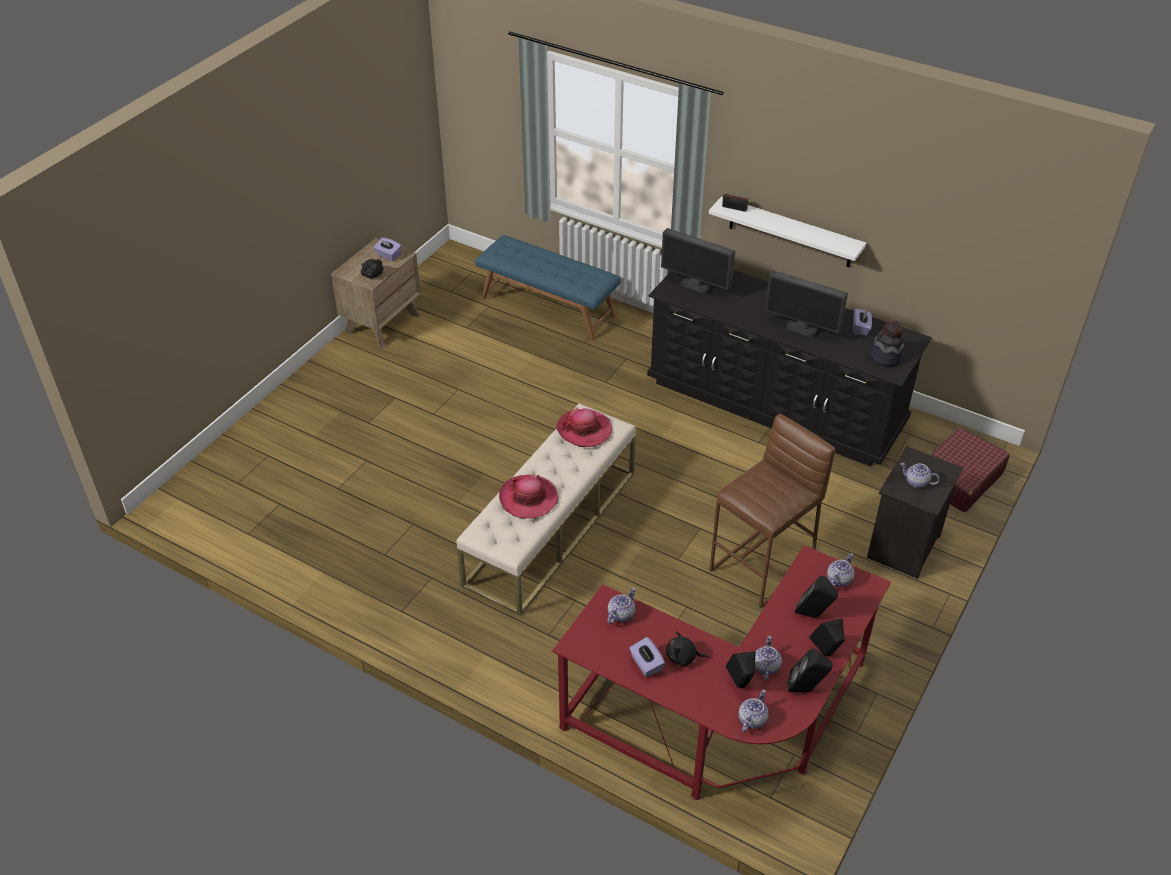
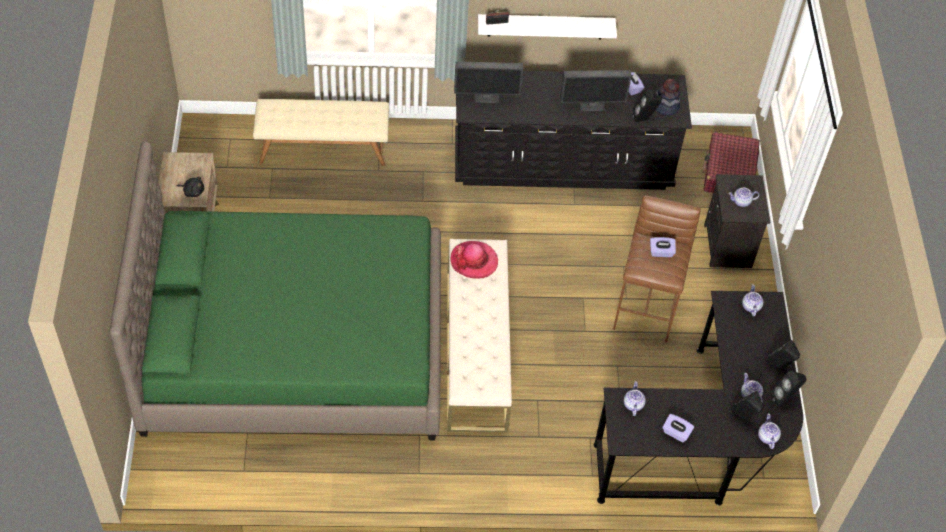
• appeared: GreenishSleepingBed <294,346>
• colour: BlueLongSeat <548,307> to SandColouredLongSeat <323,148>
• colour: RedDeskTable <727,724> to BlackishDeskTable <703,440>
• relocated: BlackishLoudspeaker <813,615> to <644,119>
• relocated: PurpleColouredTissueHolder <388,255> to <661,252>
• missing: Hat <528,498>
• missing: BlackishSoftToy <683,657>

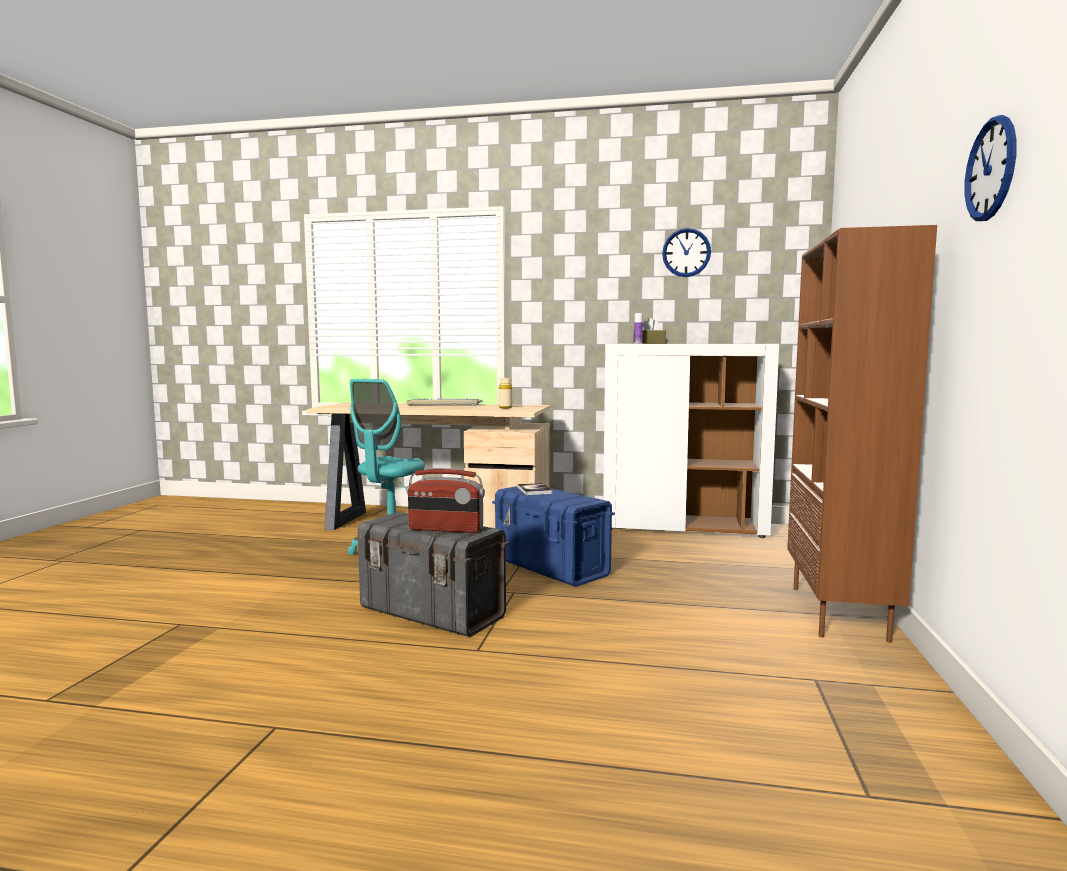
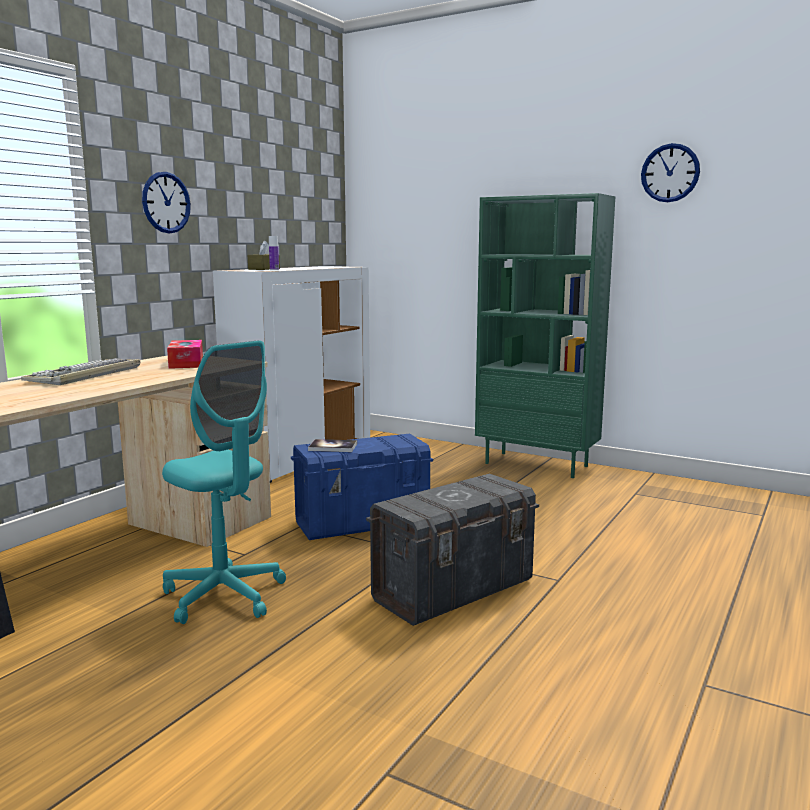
• relocated: WallClock <686,252> to <166,202>
• exchanged: SandColouredBottle <505,407> to TissueHolder <186,363>
• colour: BrownColouredBookshelf <840,613> to GreenishBookshelf <537,464>
• missing: Radio <445,529>

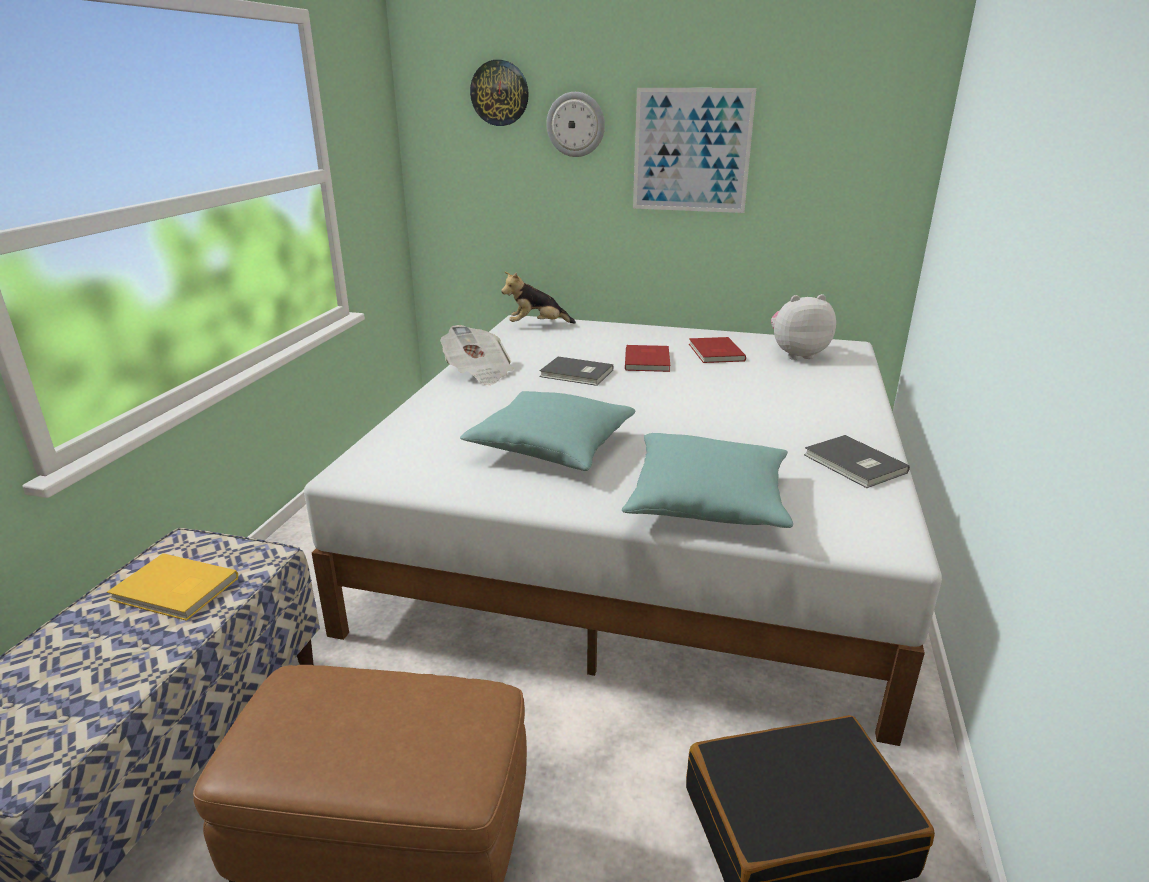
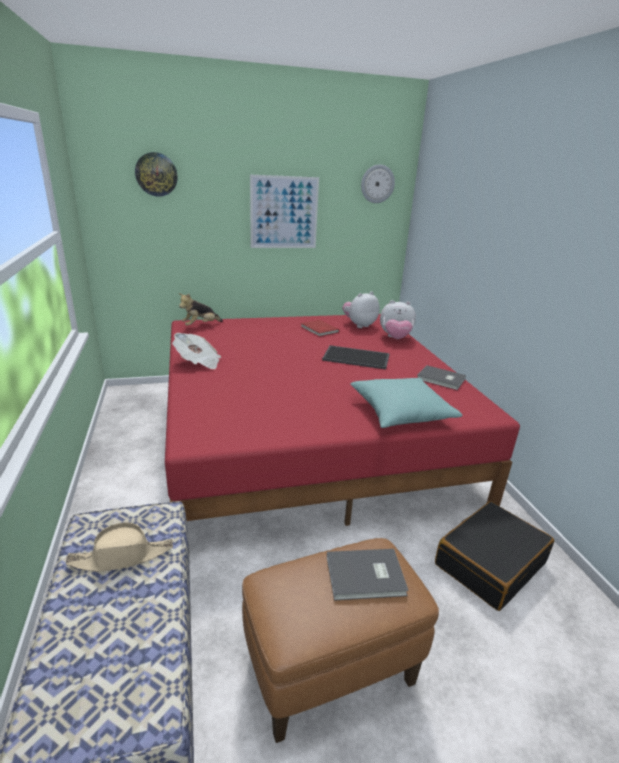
• exchanged: YellowishBook <174,591> to SandColouredHat <122,557>
• colour: WhiteSleepingBed <643,524> to RedSleepingBed <308,435>
• appeared: Tray <357,357>
• relocated: GrayBook <577,374> to <366,577>
• relocated: WallClock <576,124> to <377,184>
• appeared: SoftToy <395,338>
• missing: TurquoisePillow <551,447>
• missing: RedBook <649,360>

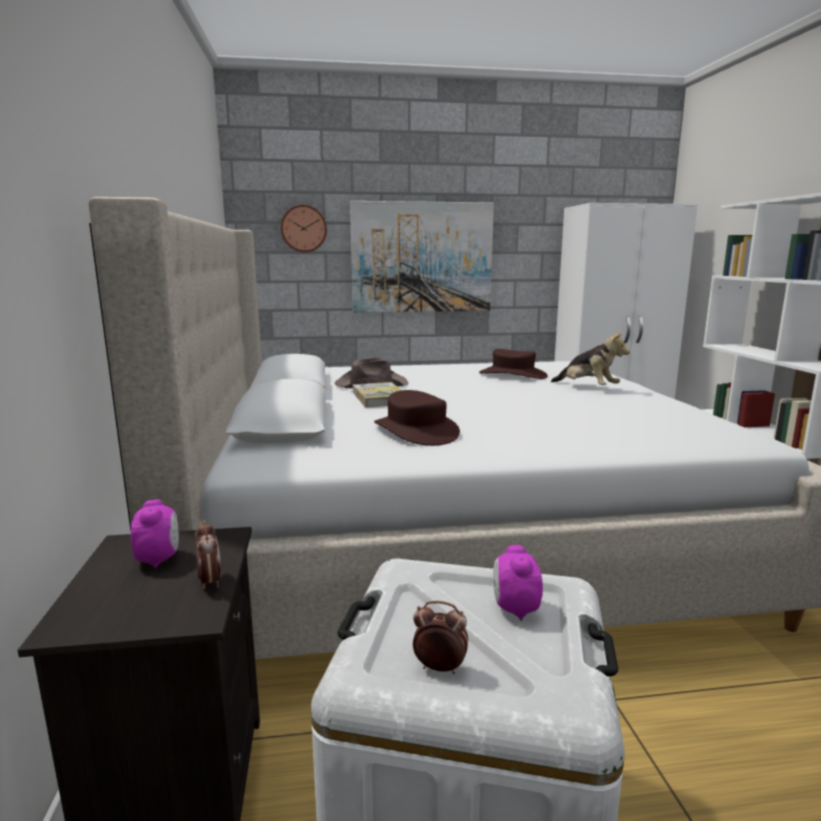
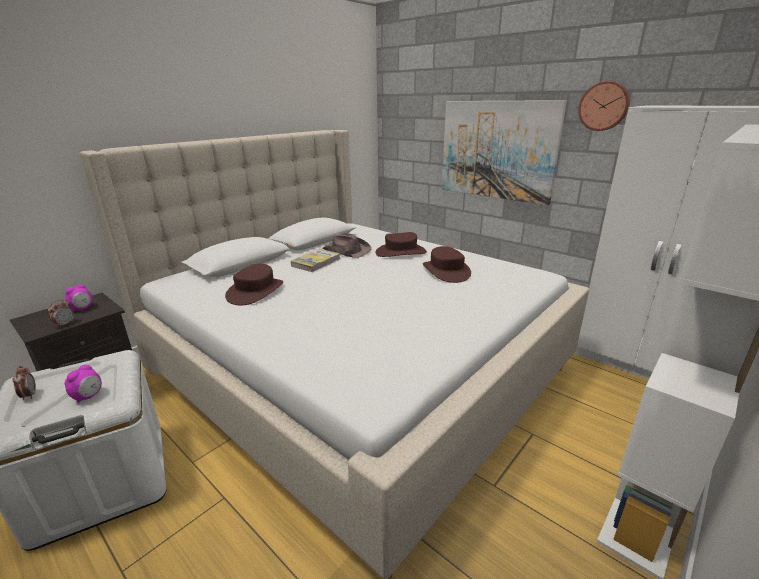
• spun: BedsideClock <515,609> = <88,396> 150 degrees clockwise
• appeared: BrownColouredHat <401,252>
• relocated: WallClock <304,228> to <604,106>
• missing: SoftToy <587,388>

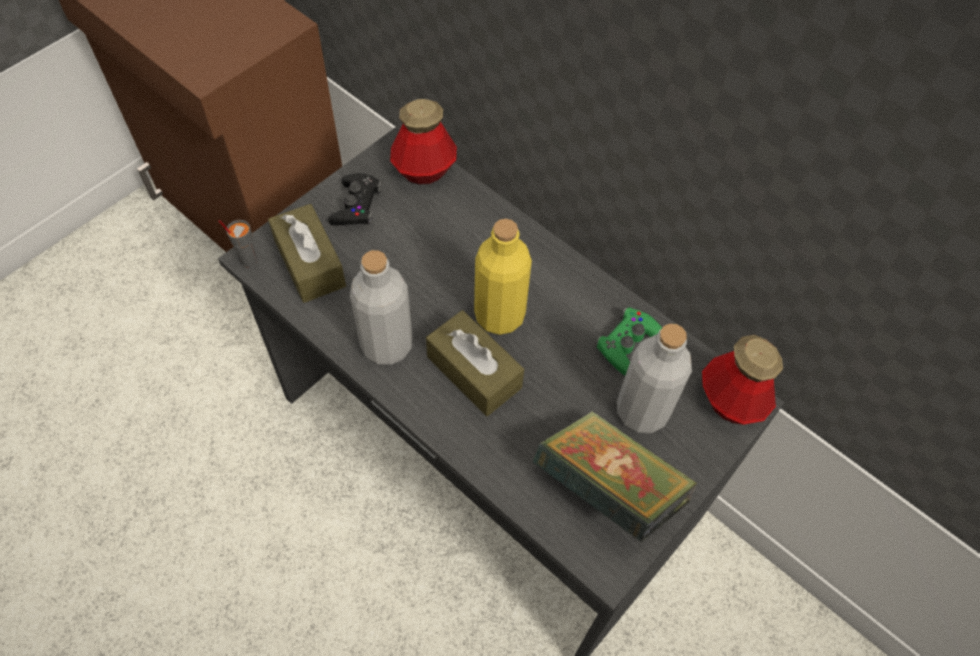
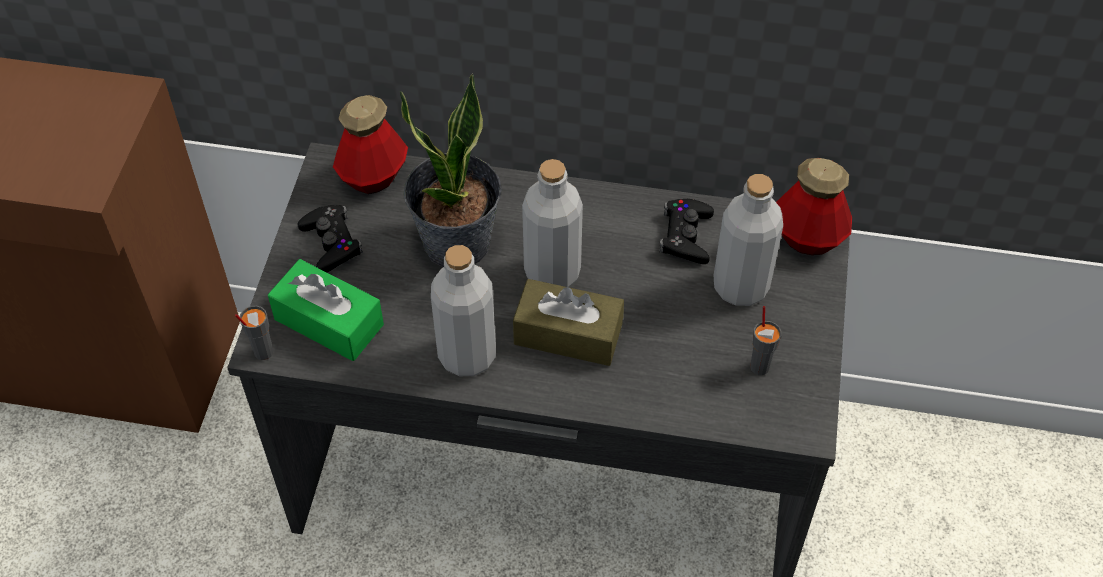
• colour: BrownColouredTissueHolder <310,263> to GreenishTissueHolder <329,322>
• appeared: PottedPlant <457,244>
• colour: YellowishBottle <499,315> to GrayBottle <552,272>
• colour: GreenishGamepad <627,344> to BlackishGamepad <686,236>
• exchanged: Book <608,489> to GraySmallCup <760,366>

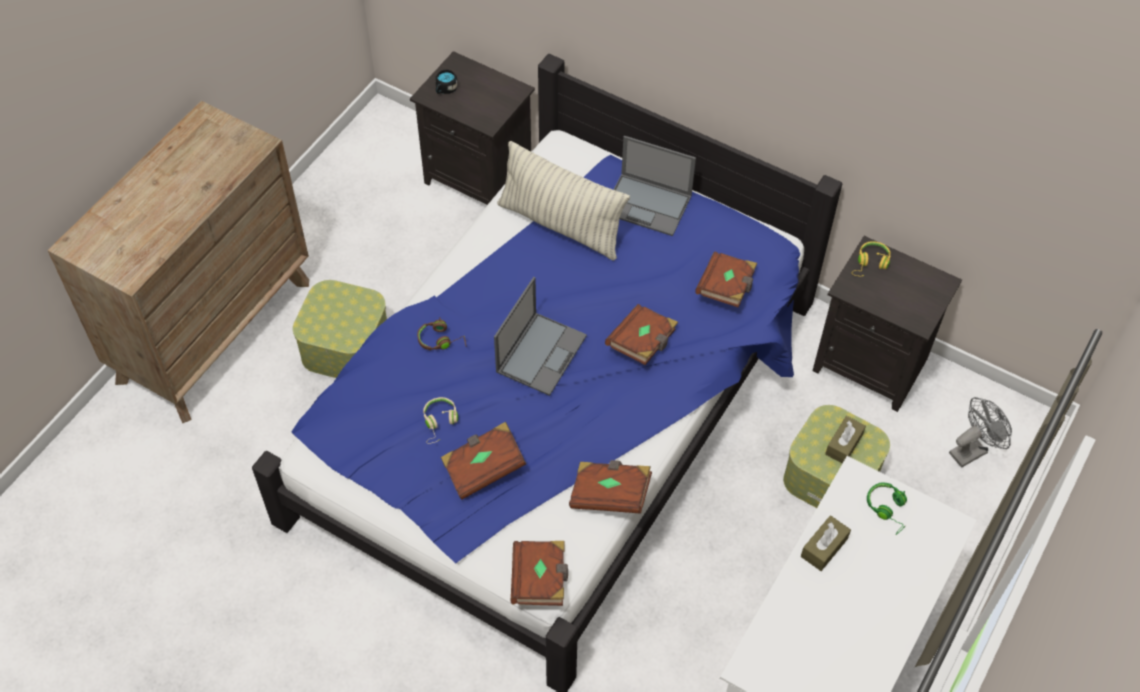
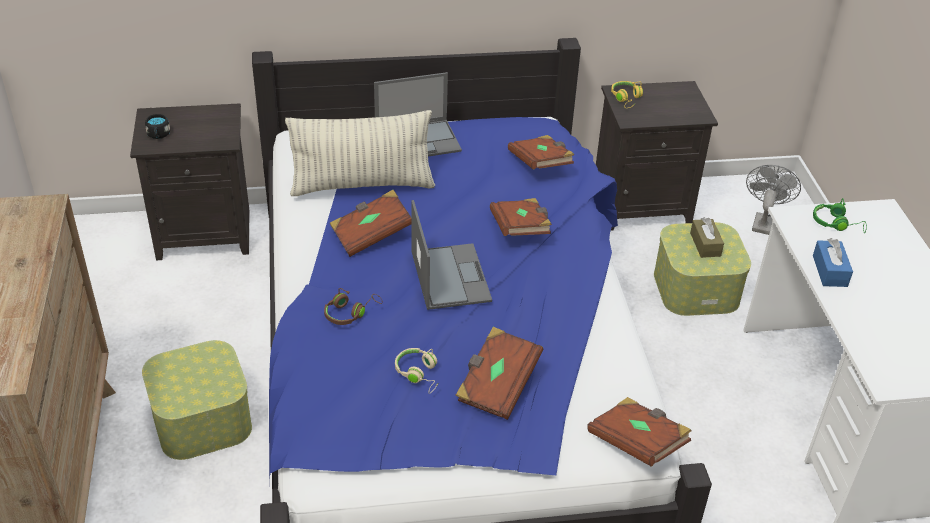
• relocated: BrownColouredBook <610,494> to <371,235>
• colour: BrownColouredTissueHolder <824,547> to BlueTissueHolder <829,271>

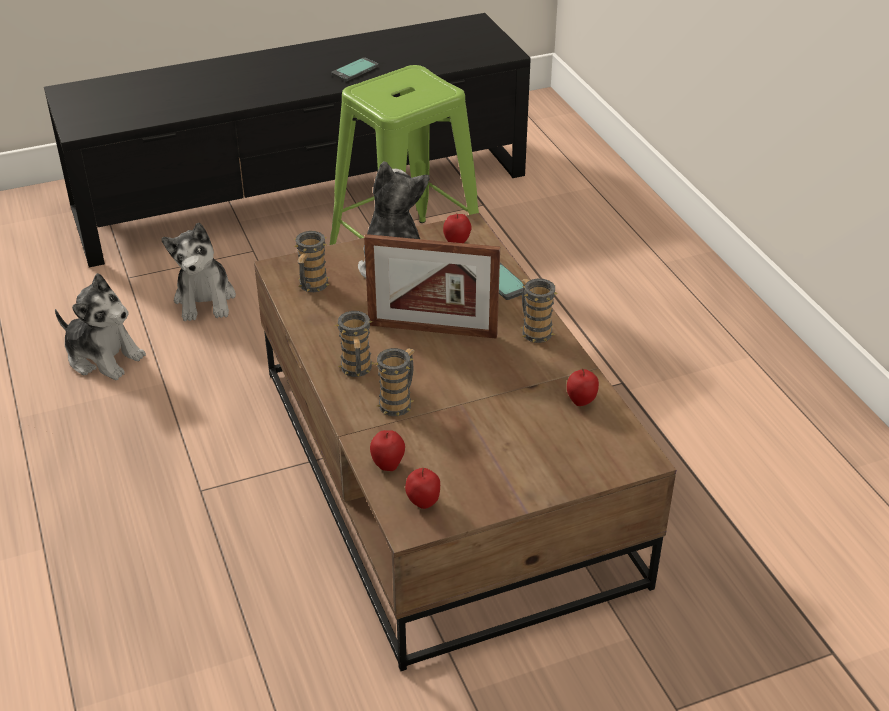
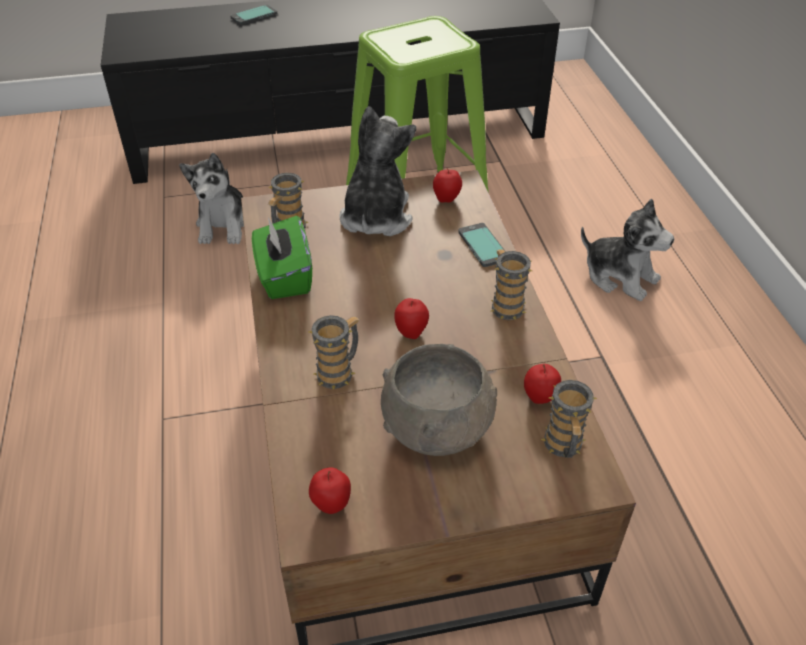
• relocated: Phone <355,71> to <254,16>
• appeared: GreenishTissueHolder <284,276>
• appeared: GrayBowl <438,426>
• relocated: AppleFruit <388,465> to <411,332>
• relocated: Mug <357,370> to <563,448>
• relocated: SoftToy <103,357> to <620,276>
• missing: PhotoFrame <432,330>

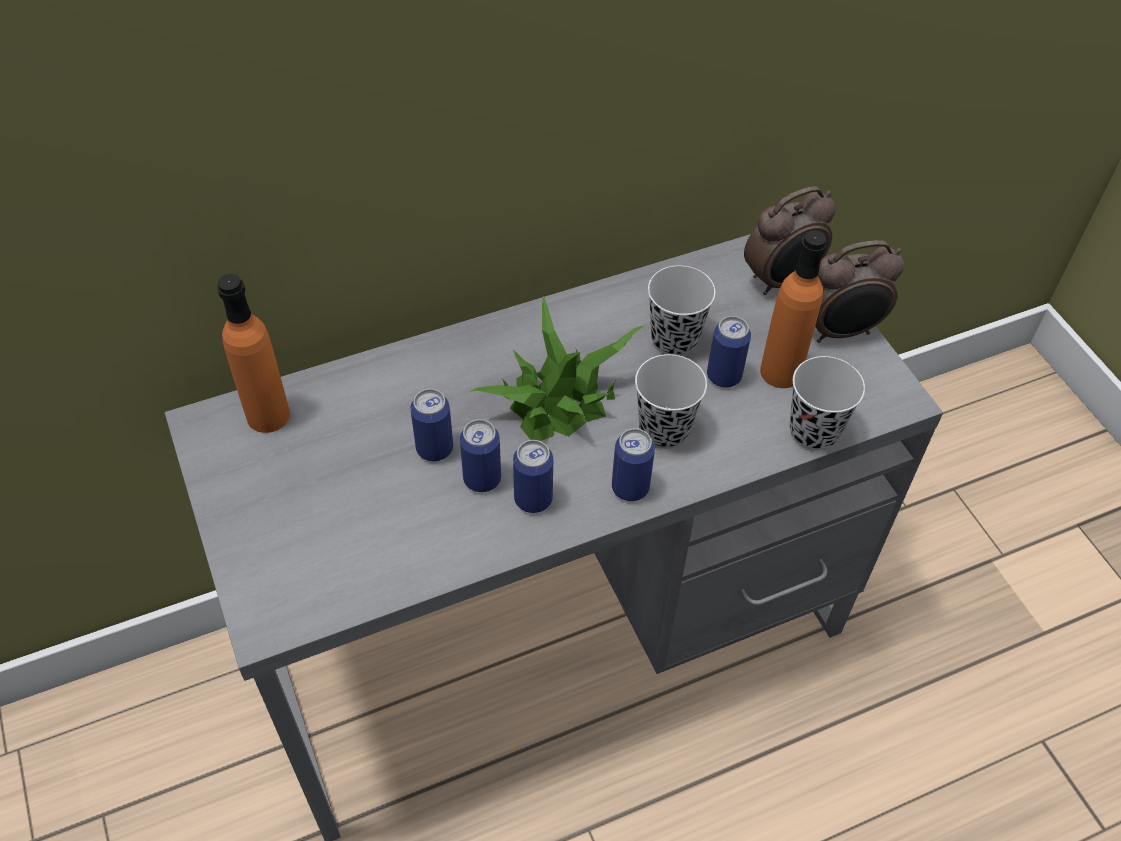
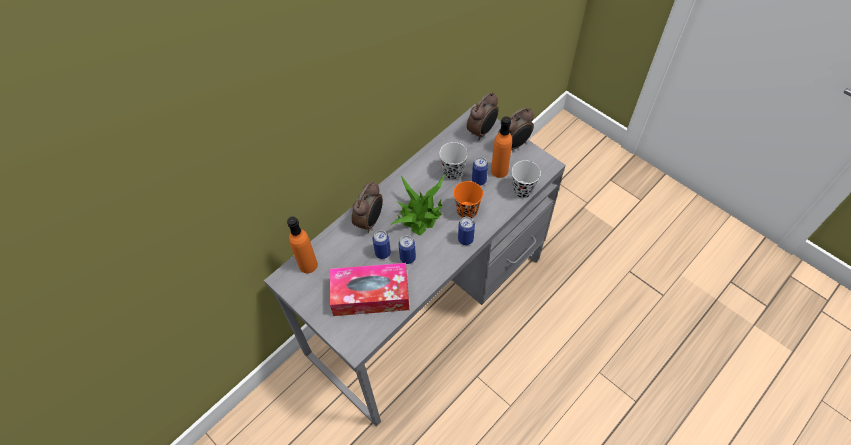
• appeared: TissueHolder <371,295>
• appeared: BedsideClock <370,221>
• colour: BlackishSmallCup <664,429> to OrangeColouredSmallCup <467,211>
• missing: SealedCan <533,499>

